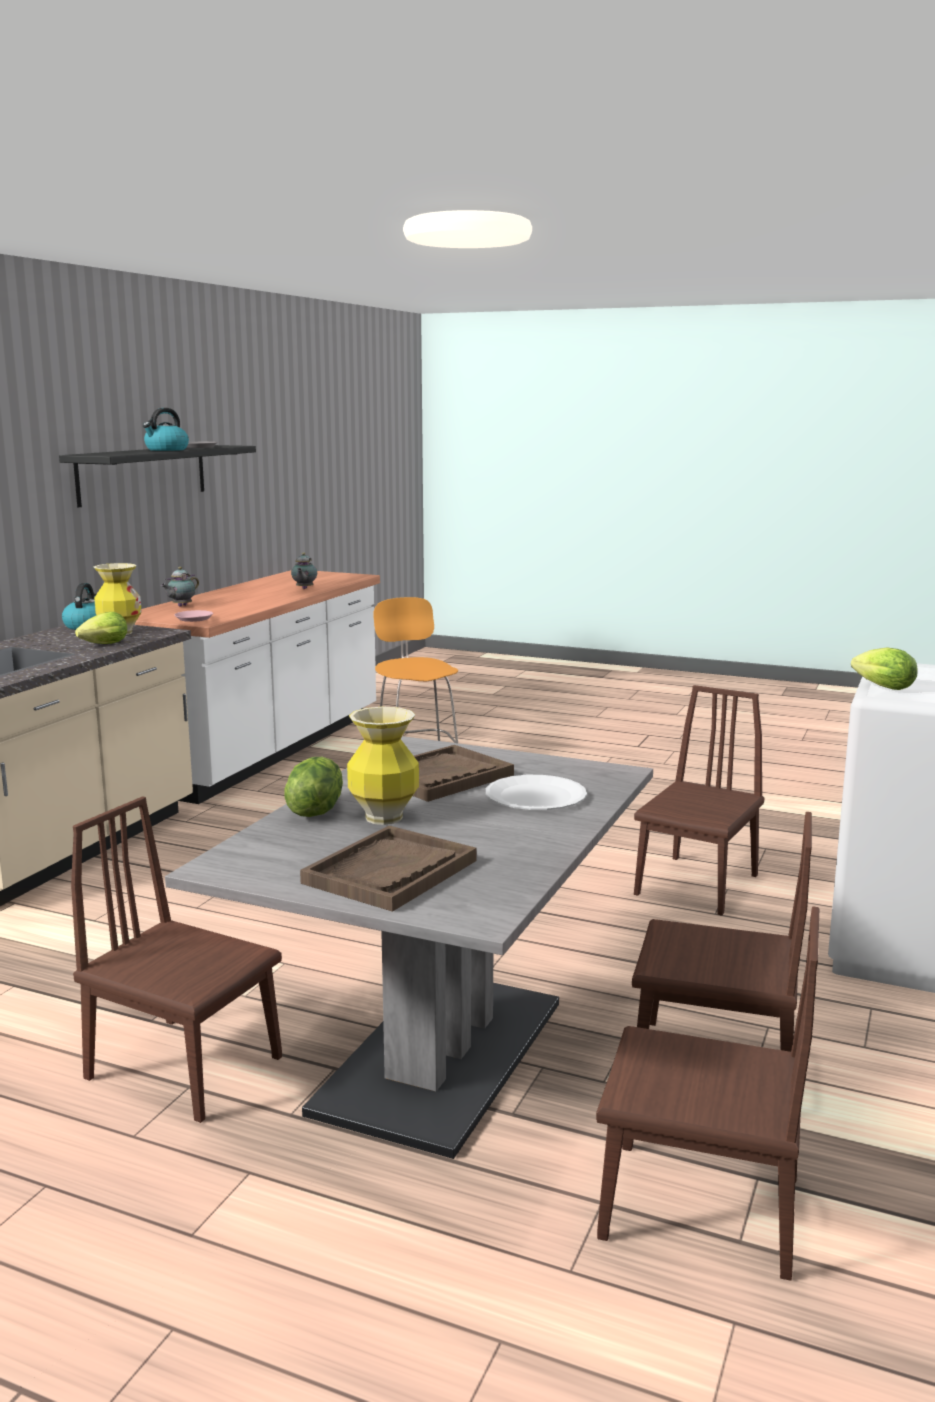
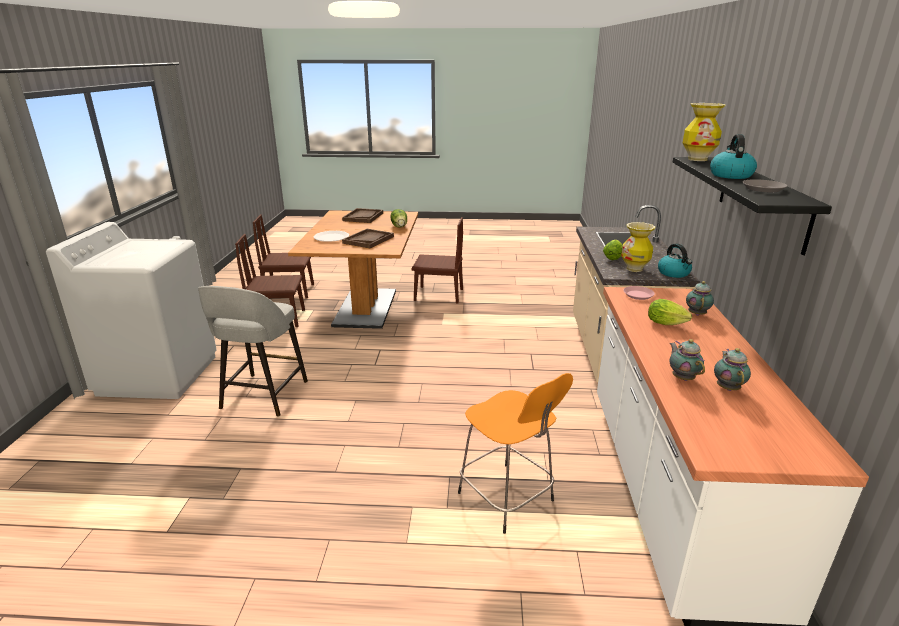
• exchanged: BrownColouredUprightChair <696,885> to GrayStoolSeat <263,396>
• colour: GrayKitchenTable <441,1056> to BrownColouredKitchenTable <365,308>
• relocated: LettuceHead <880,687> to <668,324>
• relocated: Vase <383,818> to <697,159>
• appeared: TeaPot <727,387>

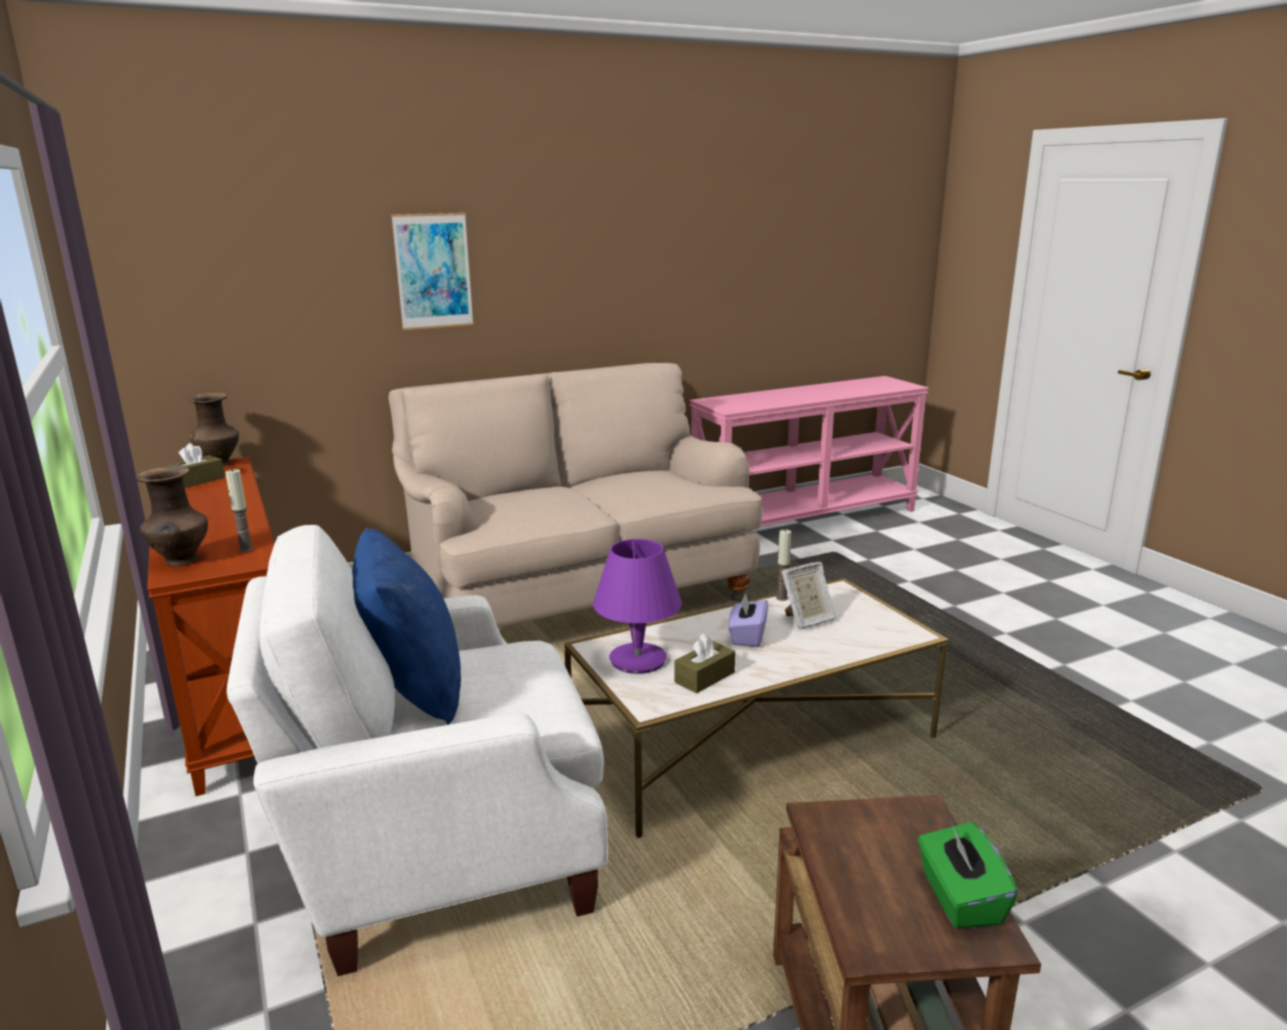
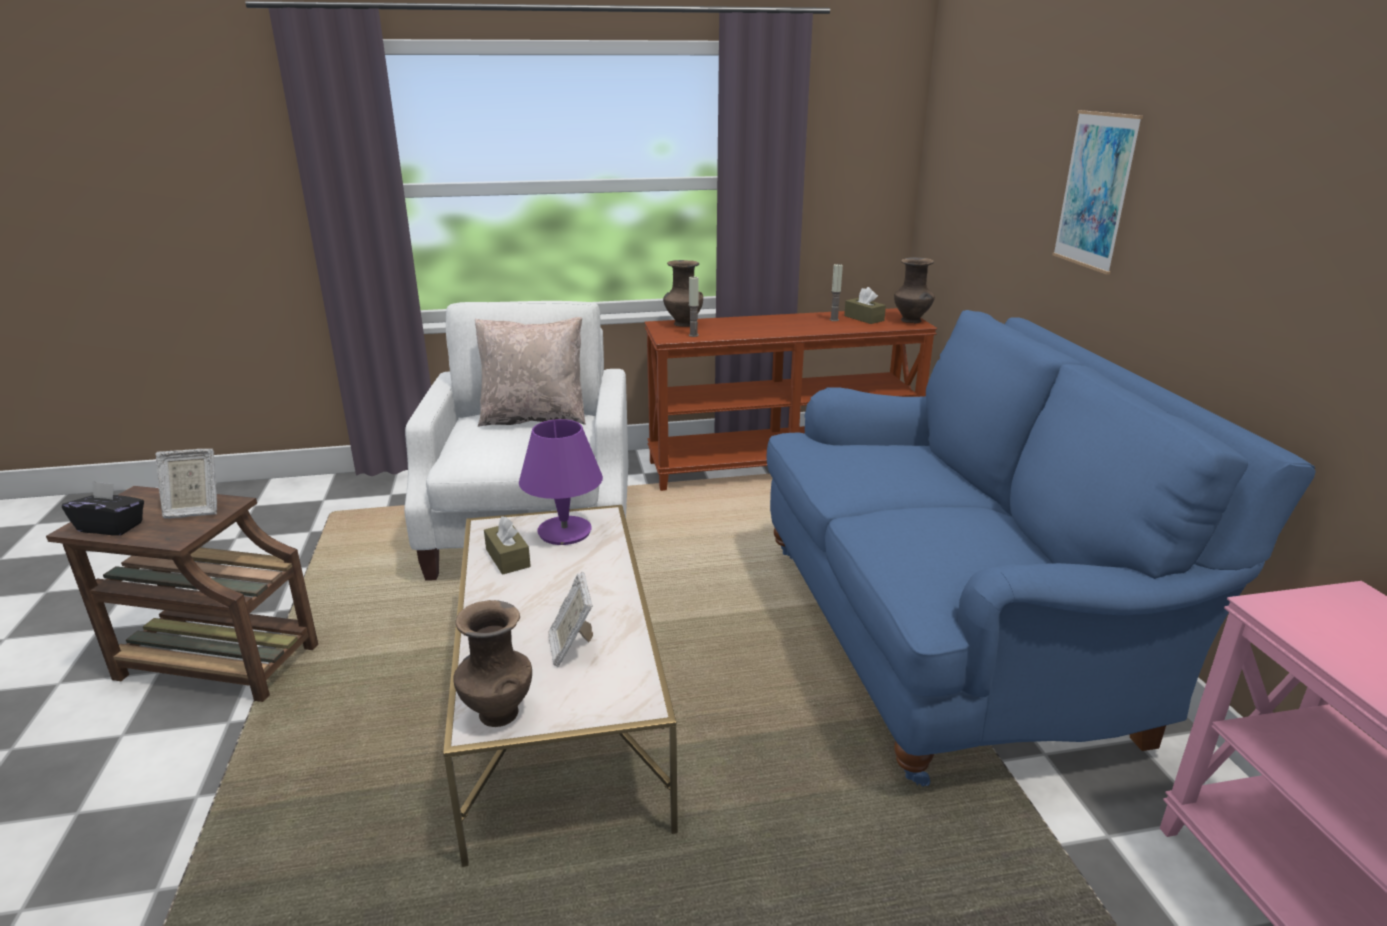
• colour: GreenishTissueHolder <959,898> to BlackishTissueHolder <111,527>
• appeared: PhotoFrame <194,510>
• appeared: BrownColouredVase <497,713>
• colour: BluePillow <412,688> to SandColouredPillow <534,418>
• colour: SandColouredSettee <578,594> to BlueSettee <951,637>
• relocated: WaxLight <782,598> to <834,319>
• missing: PurpleColouredTissueHolder <747,636>

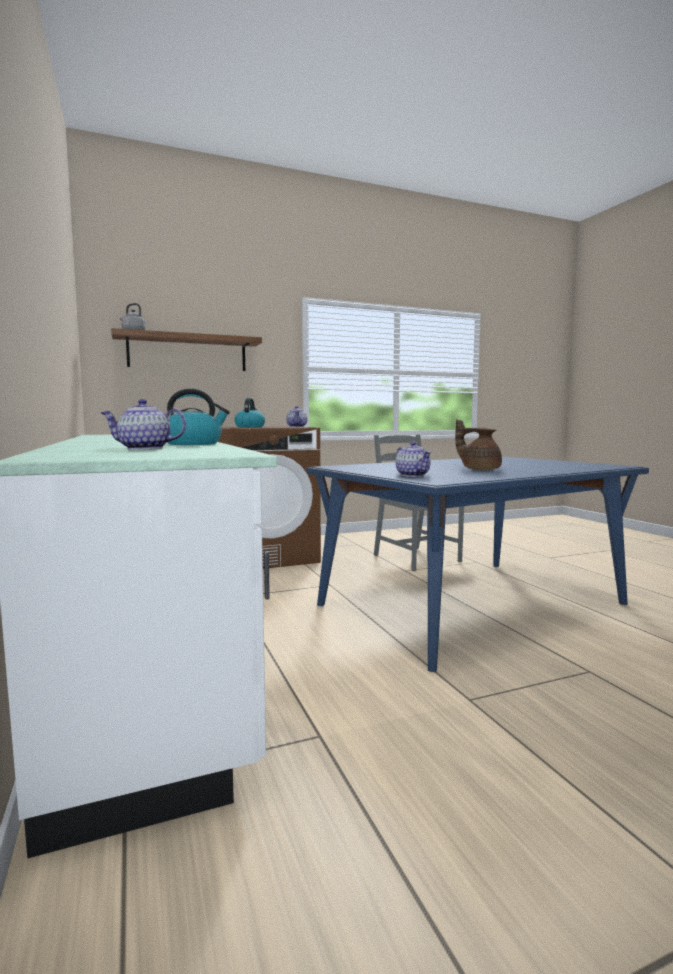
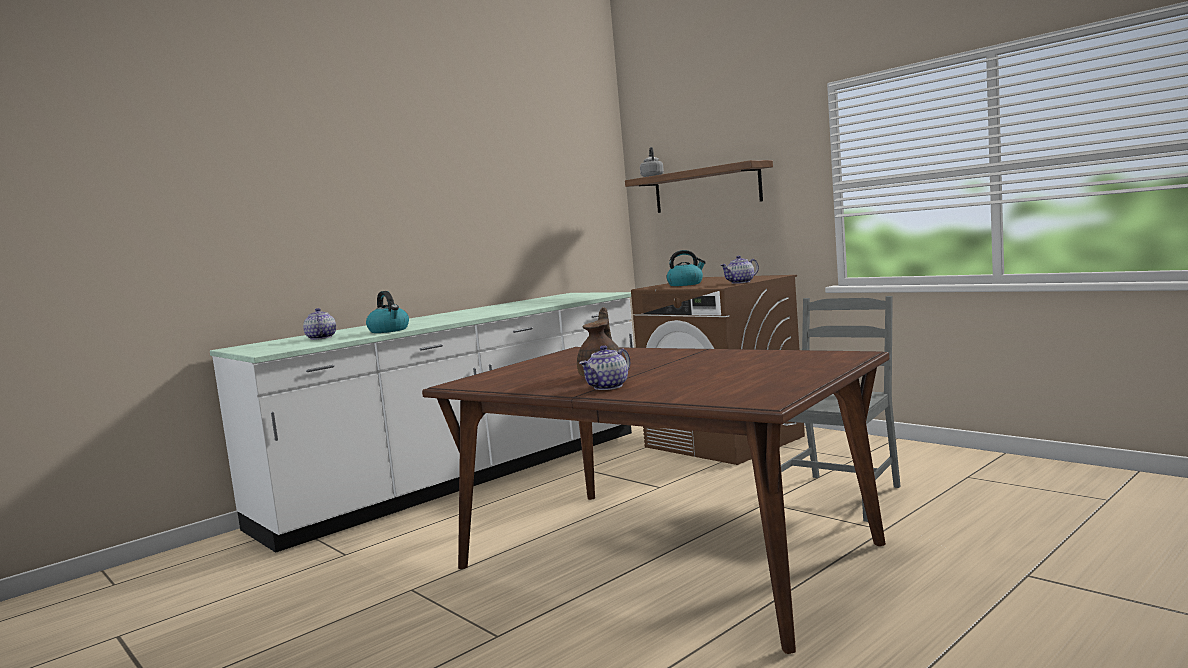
• colour: BlueKitchenTable <472,604> to BrownColouredKitchenTable <668,556>
• relocated: TeaPot <413,475> to <608,387>

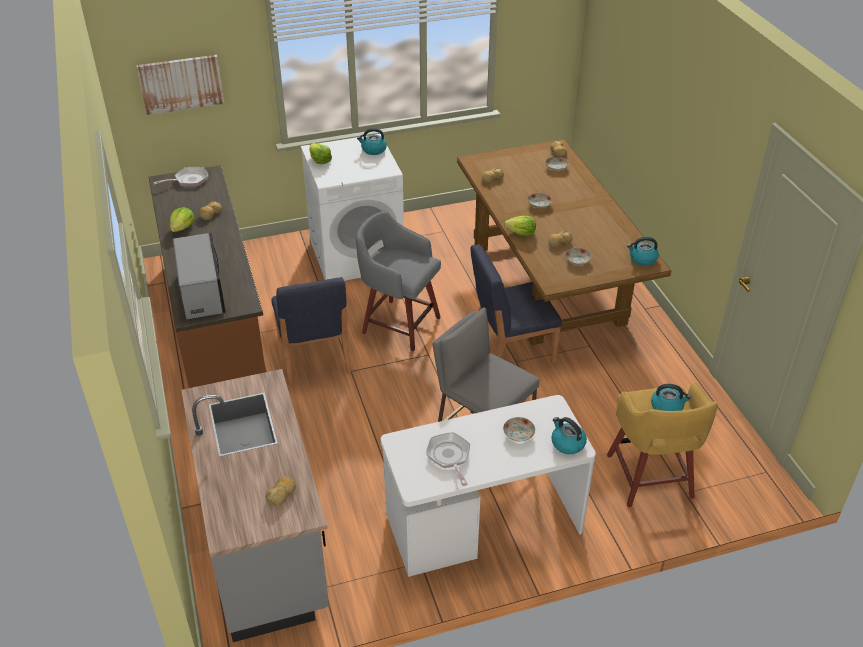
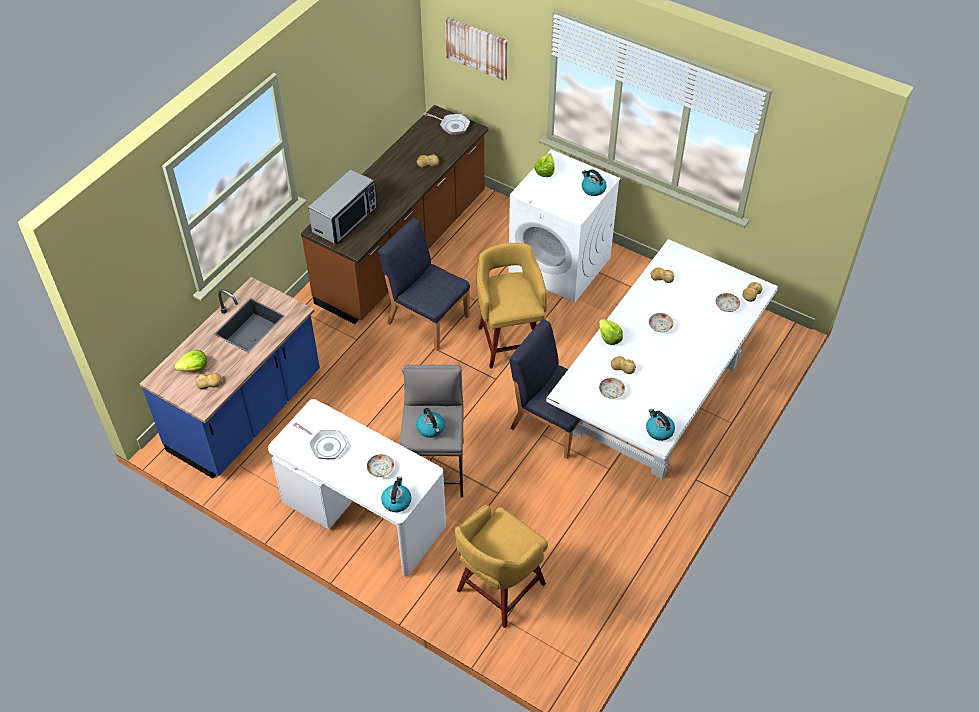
• colour: GrayCounter <265,544> to BlueCounter <246,413>
• relocated: LettuceHead <182,227> to <194,368>
• spun: Pan <449,457> = <325,445> 90 degrees clockwise
• spun: BlueUprightChair <313,357> = <427,319> 90 degrees clockwise
• relocated: TeaKettle <667,407> to <431,428>
• colour: GrayStoolSeat <399,324> to YellowishStoolSeat <510,341>
• colour: BrownColouredKitchenTable <547,283> to WhiteKitchenTable <655,397>

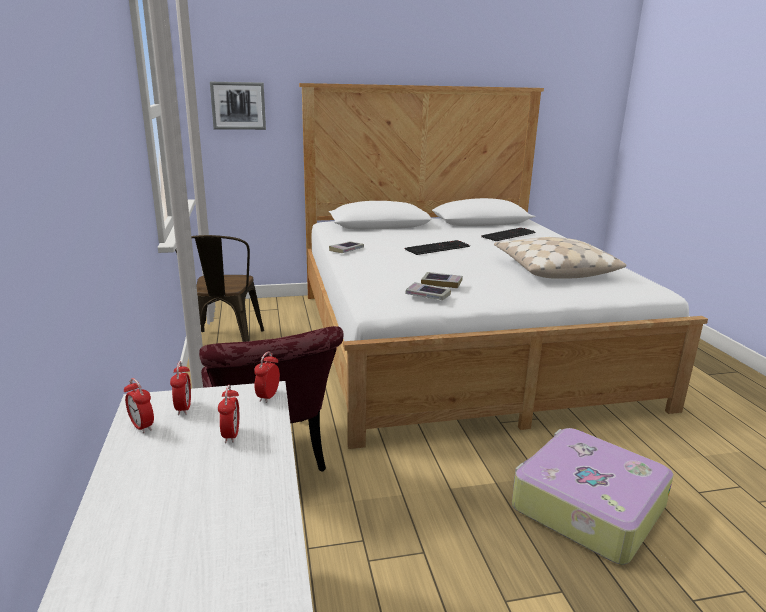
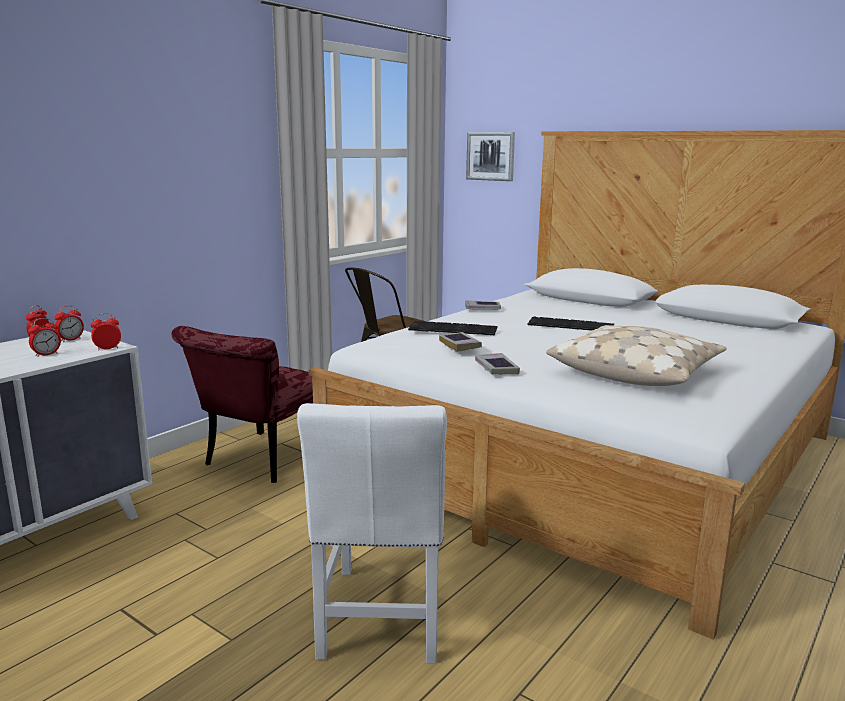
• exchanged: Suitcase <586,507> to WhiteUprightChair <381,618>
• relocated: ComputerKeyboard <508,234> to <454,329>
• relocated: Book <427,295> to <496,368>

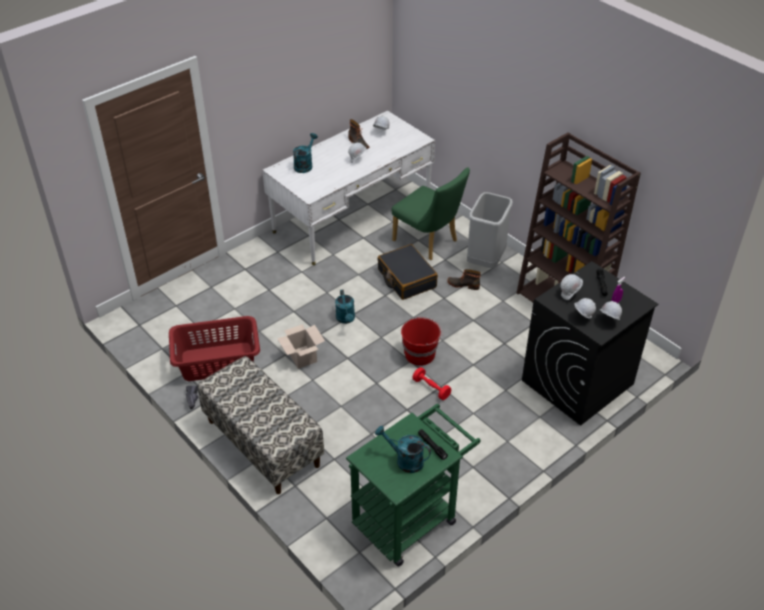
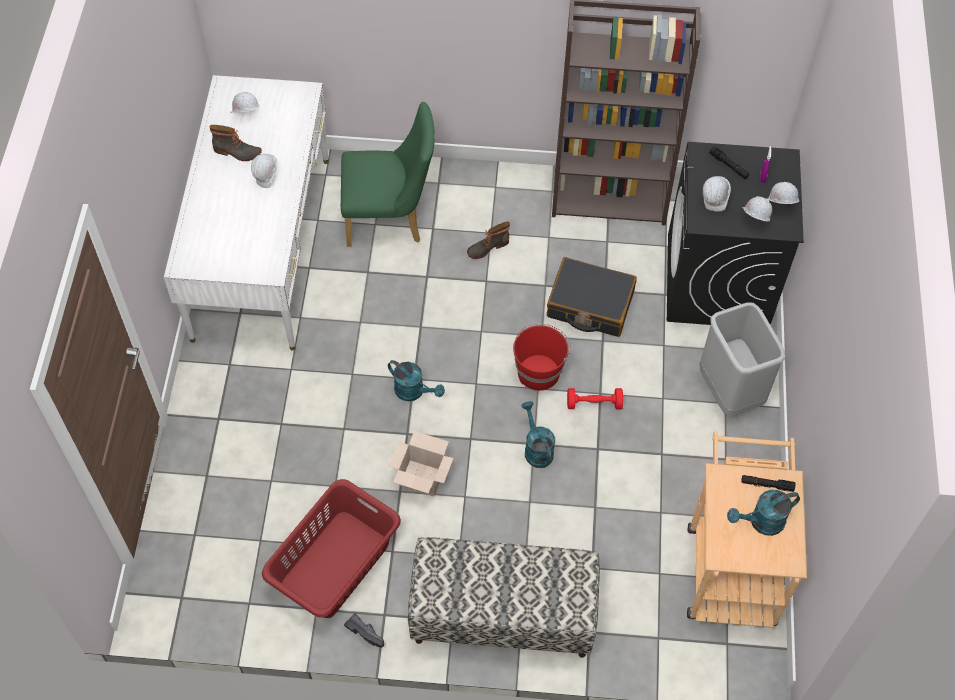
• relocated: TurquoiseSprinklingCan <304,165> to <536,448>
• relocated: BlackishSuitcase <406,278> to <590,305>
• colour: GreenishTrolley <411,517> to SandColouredTrolley <730,564>
• relocated: GrayTrashCan <486,260> to <730,391>

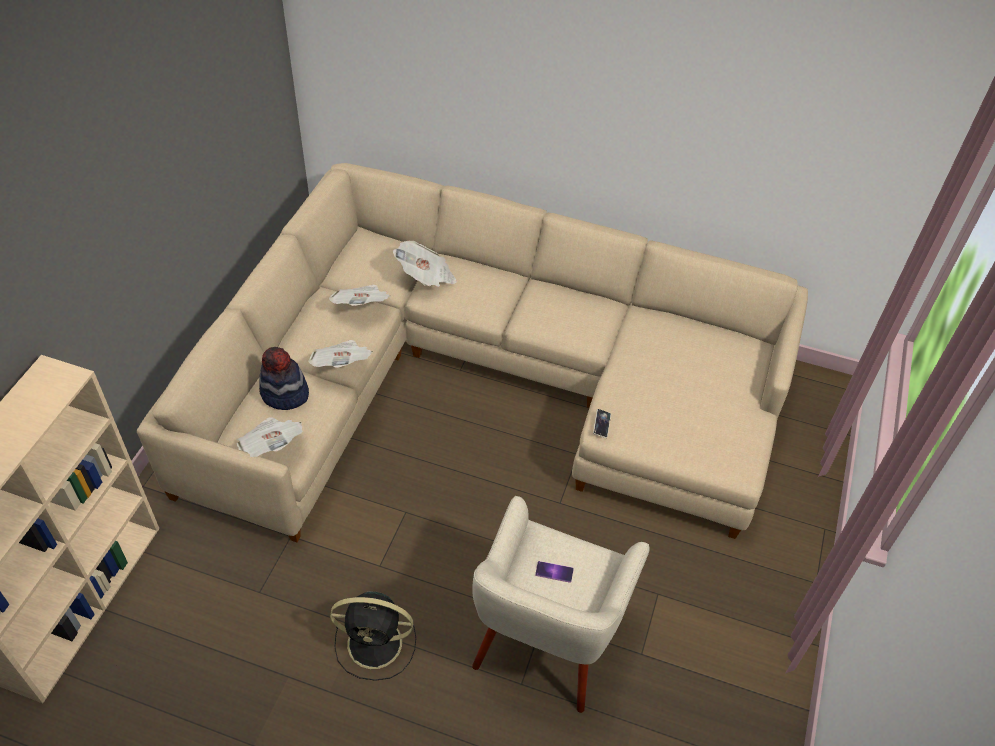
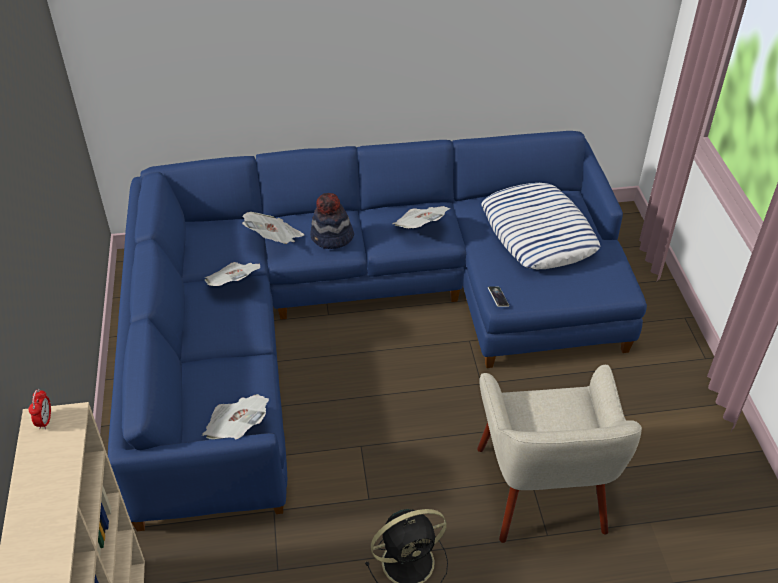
• appeared: BedsideClock <45,420>
• colour: SandColouredSettee <484,382> to BlueSettee <355,316>
• relocated: Hat <284,394> to <332,237>
• relocated: PrintedPaper <342,365> to <420,227>
• appeared: Pillow <537,233>
• missing: Phone <554,572>

